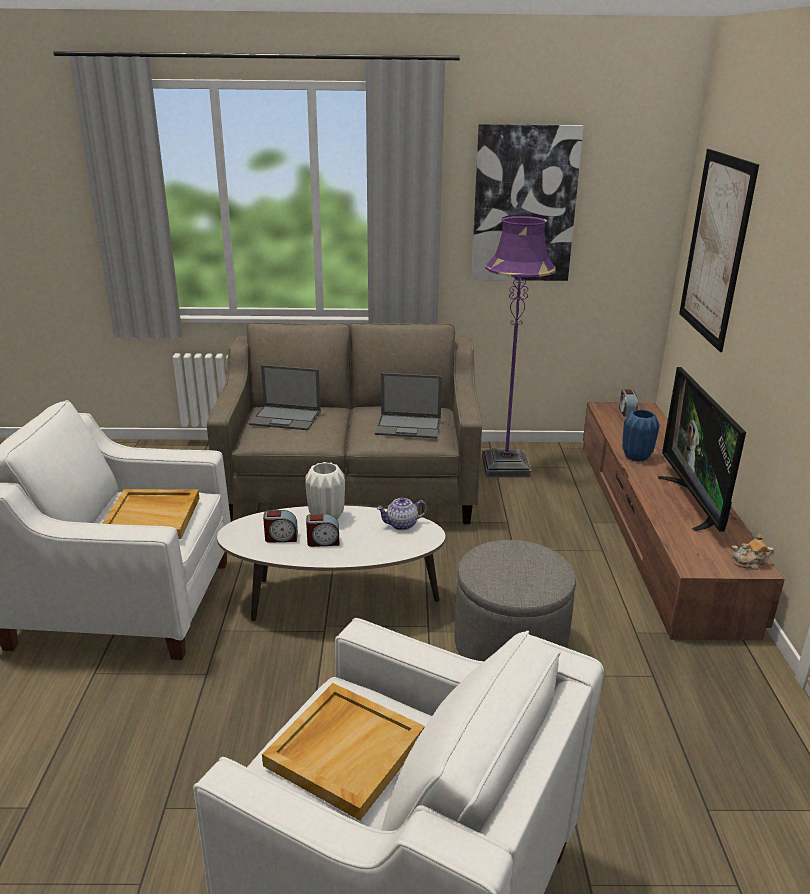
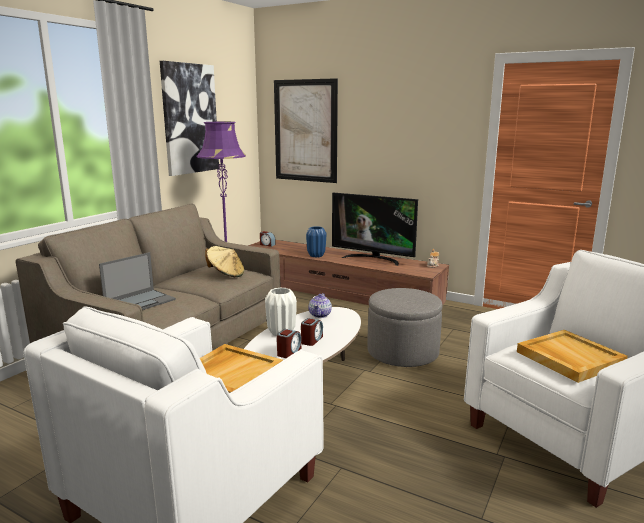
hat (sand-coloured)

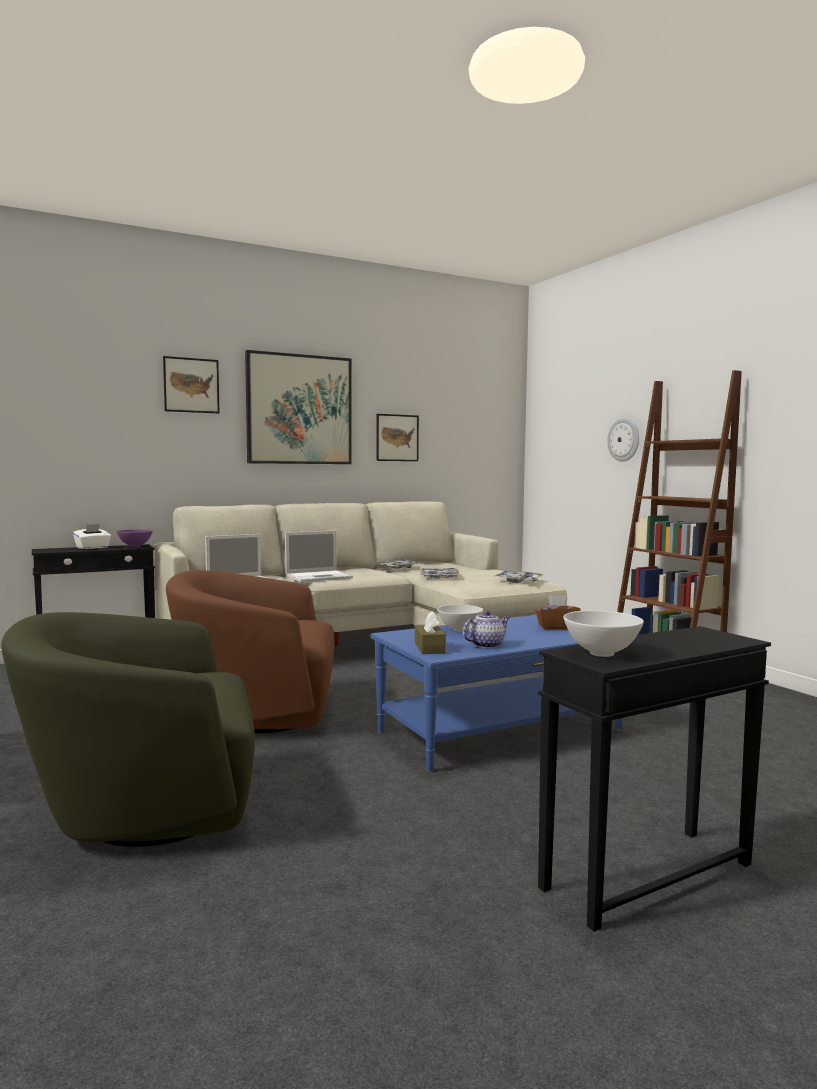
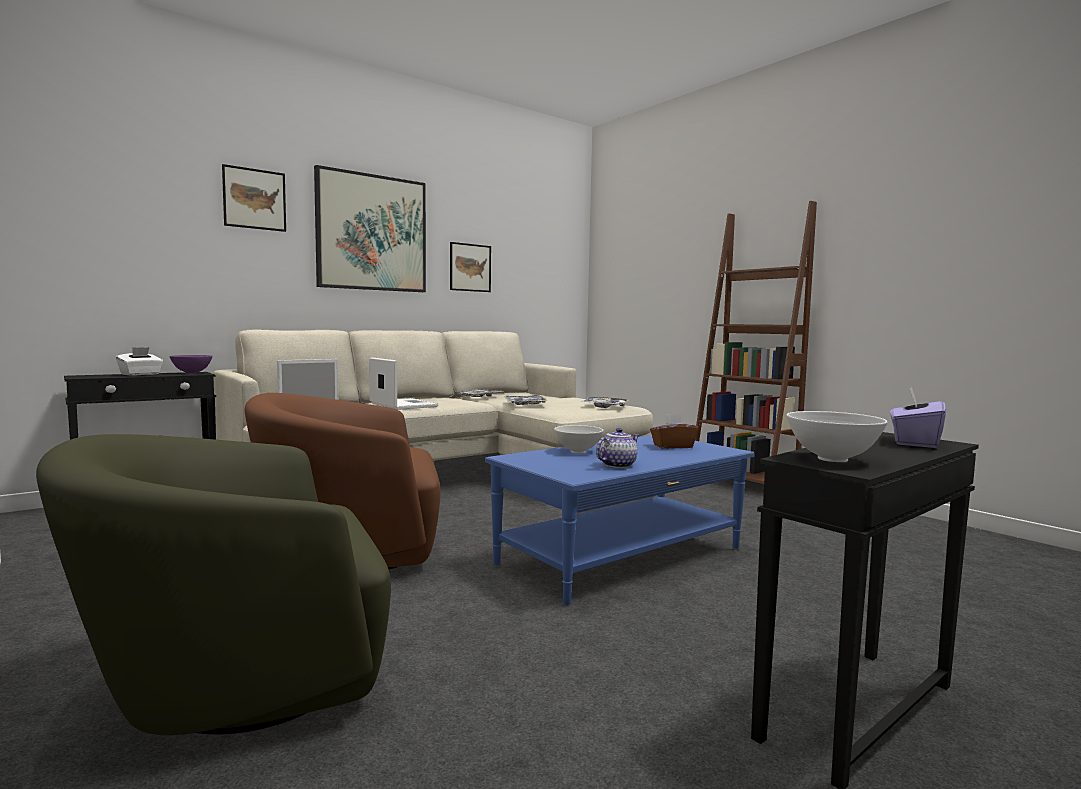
box of tissues (brownish) (no. 1 from left in the first image); clock on the wall; box of tissues (purplish); portable computer (no. 2 from left)

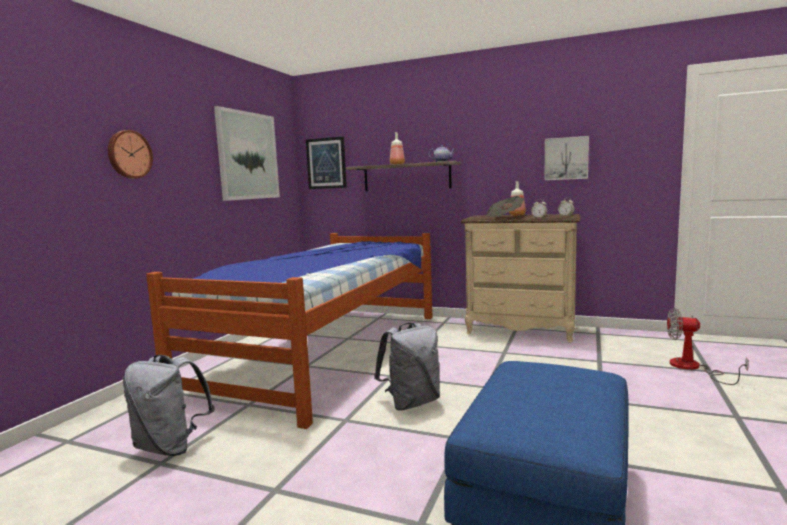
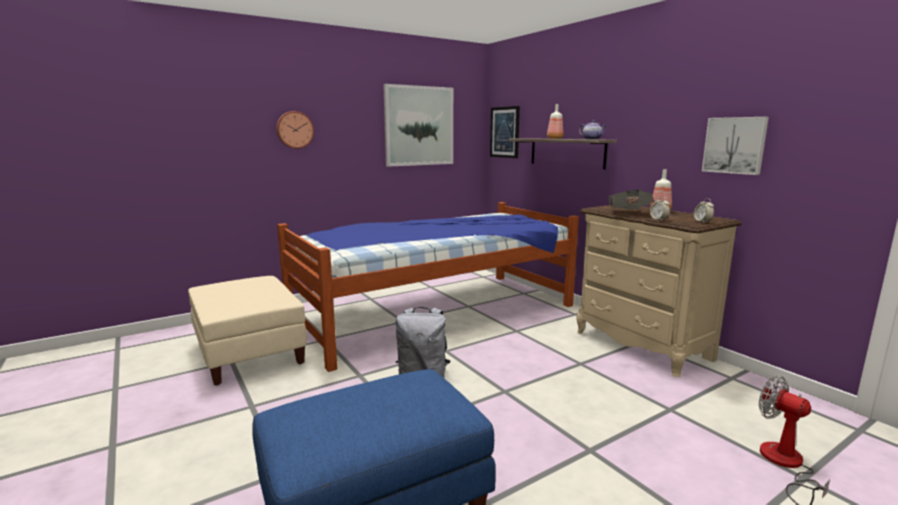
ottoman (sand-coloured)

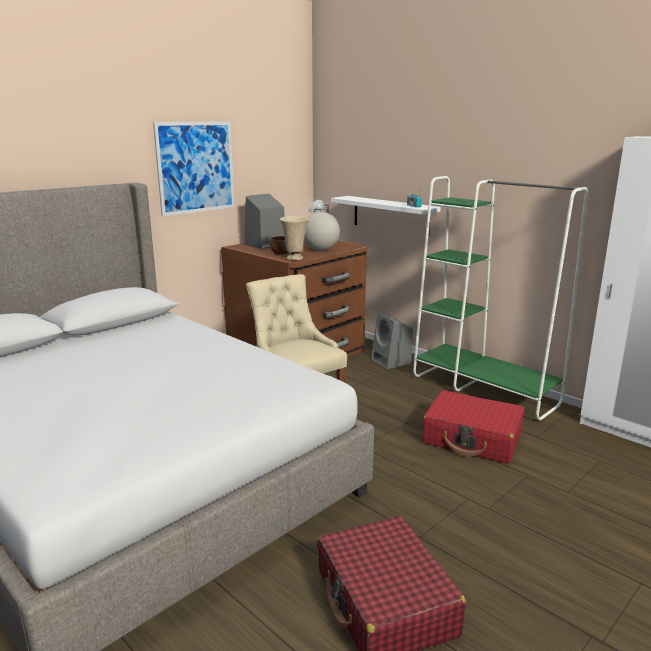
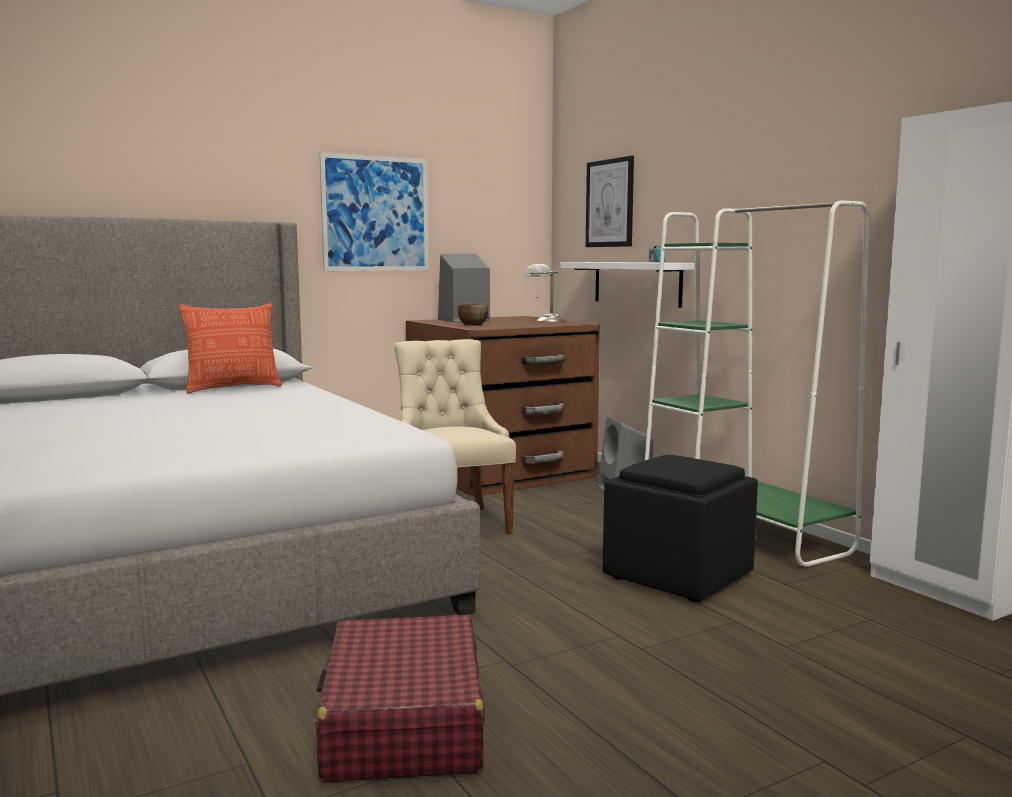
flower vase (sand-coloured); globe; cushion (orange-coloured); wall art (no. 2 from left); ottoman (black)

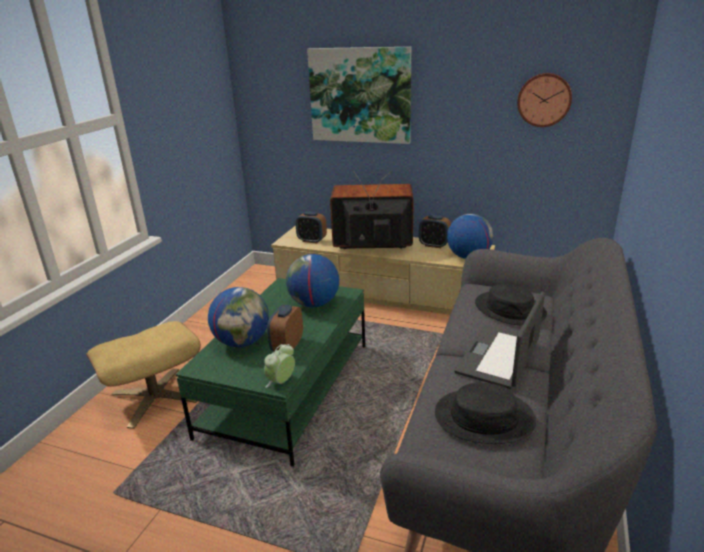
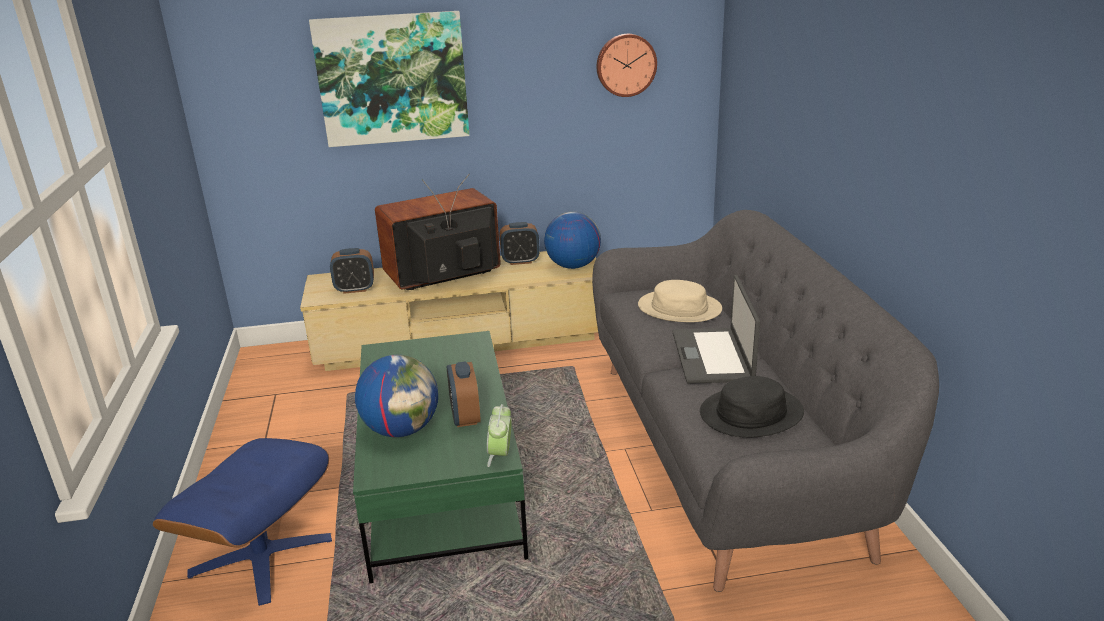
globe (no. 2 from left in the first image); ottoman (blue-coloured); hat (sand-coloured)

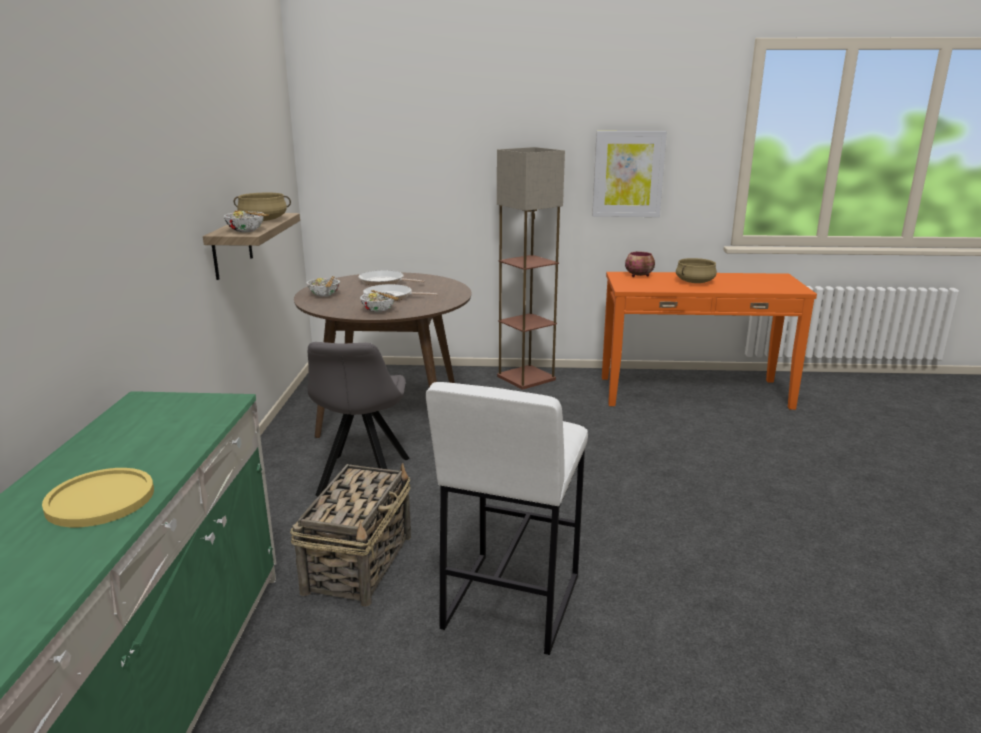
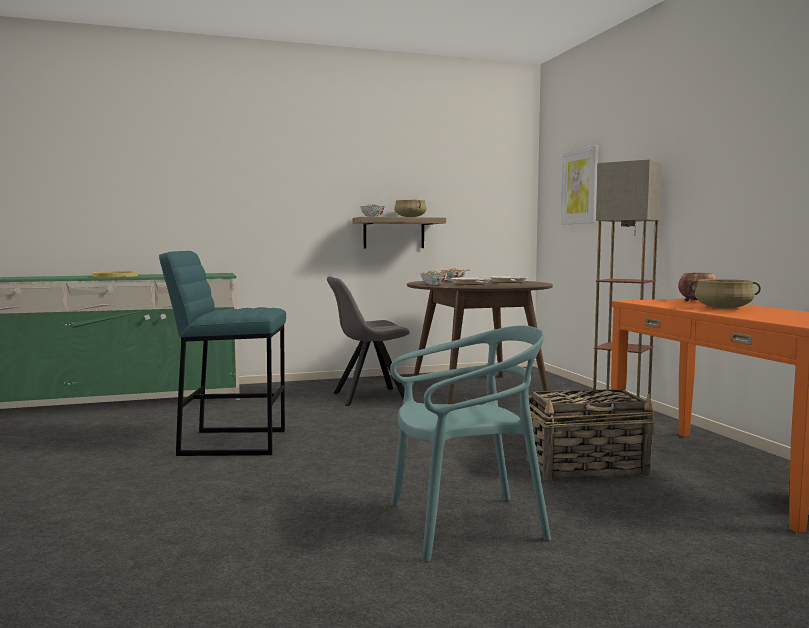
chair (blue-green); storage basket; wall art; stool seat (blue-green)

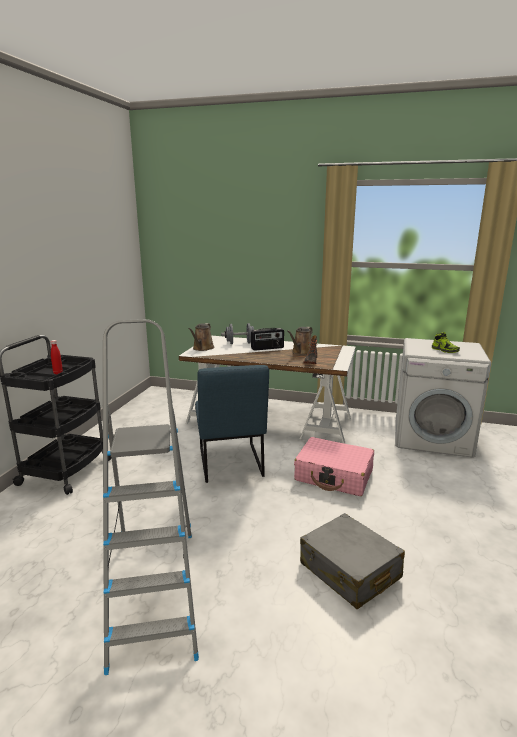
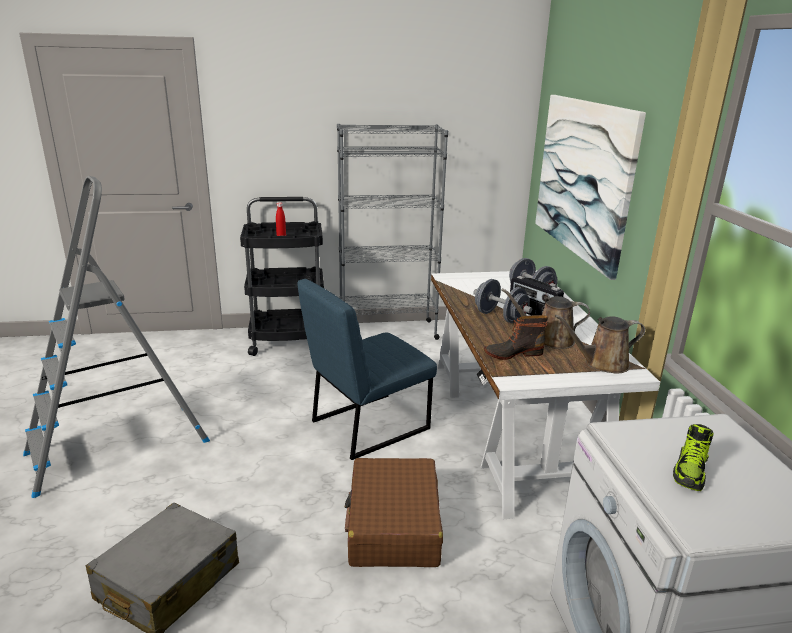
bookcase (grey); hand weight (grey) (no. 1 from left); wall art; watering can (brownish) (no. 2 from left); suitcase (brownish)

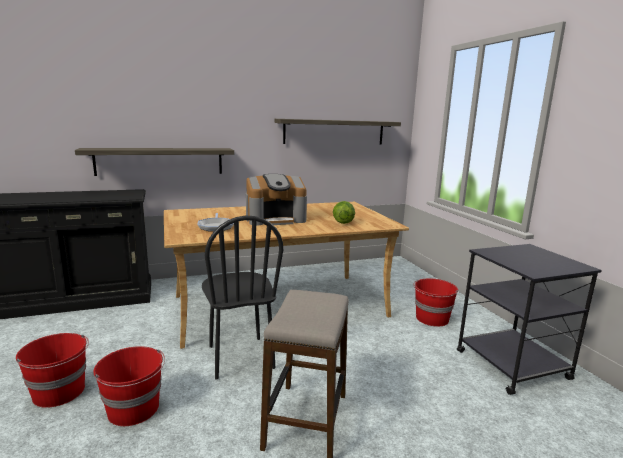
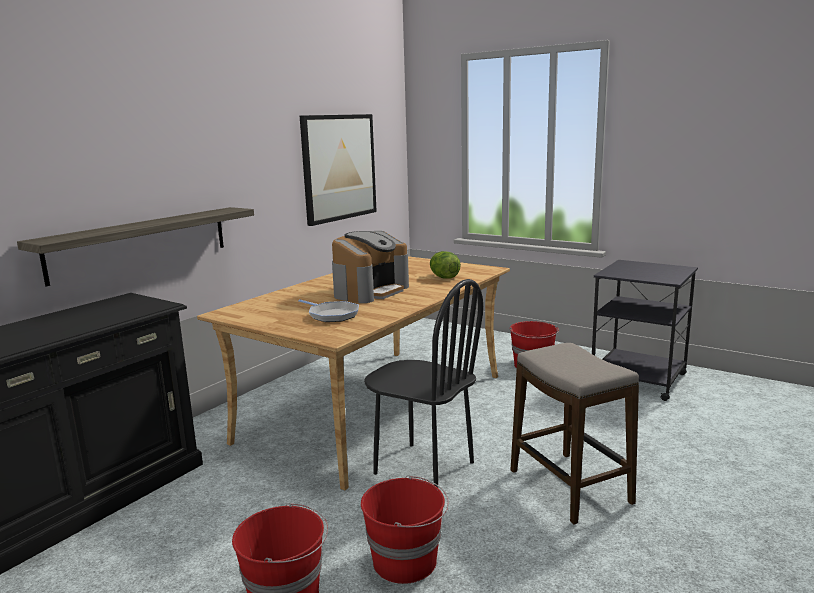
wall art

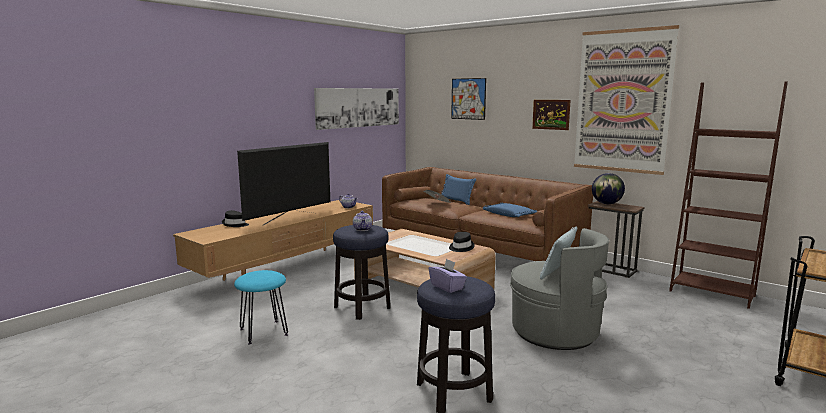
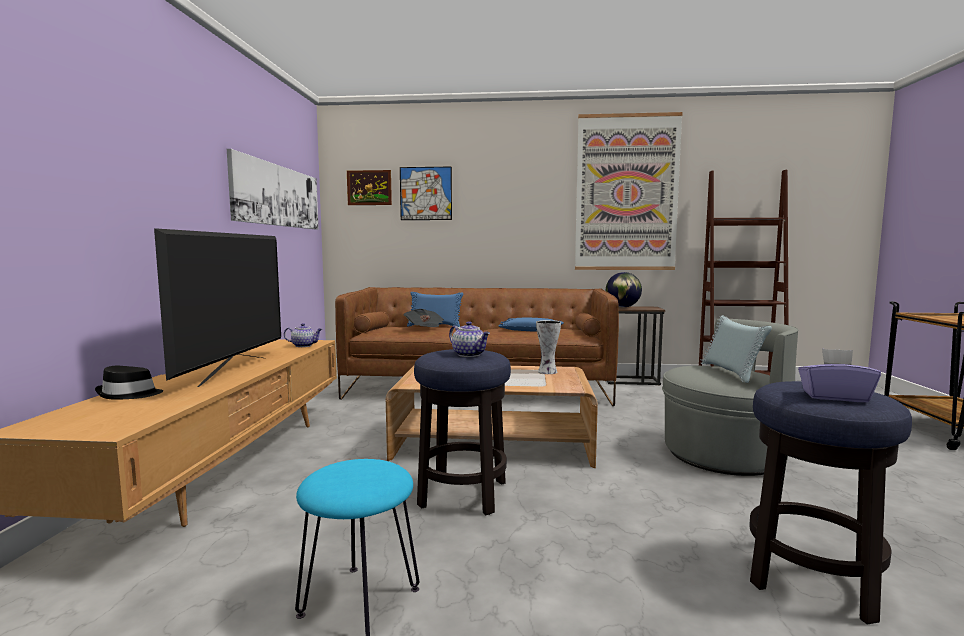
wall art (no. 2 from left); flower vase

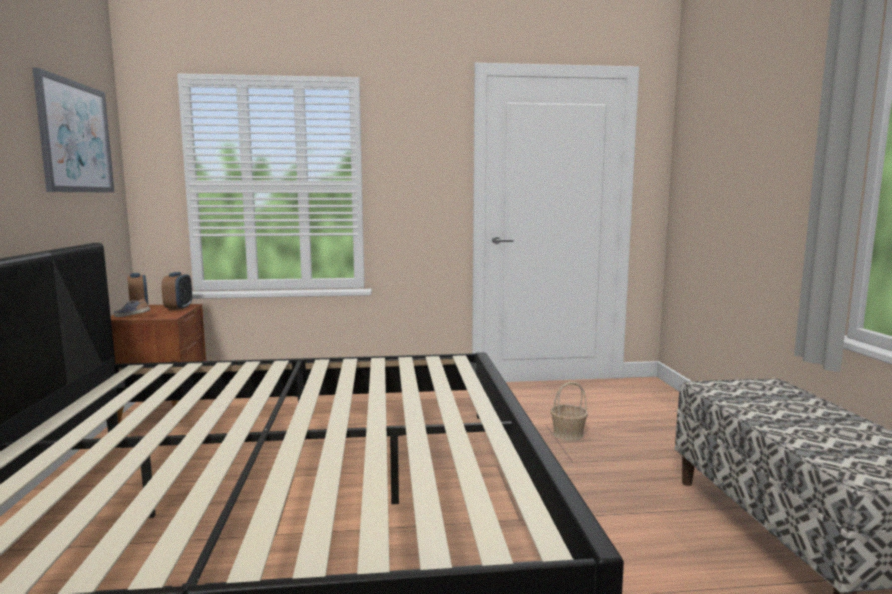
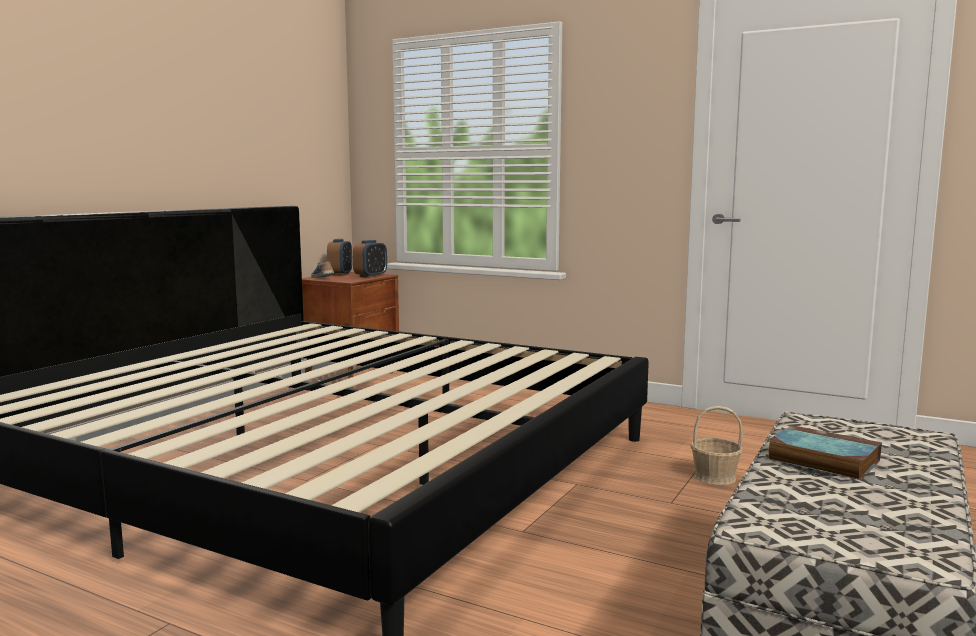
wall art; volume

